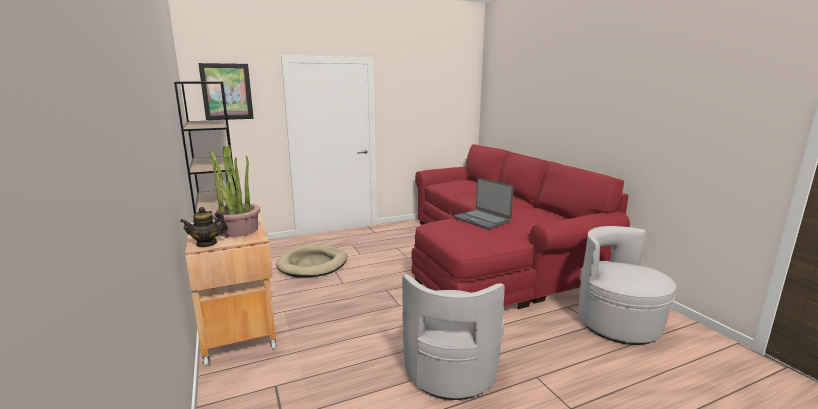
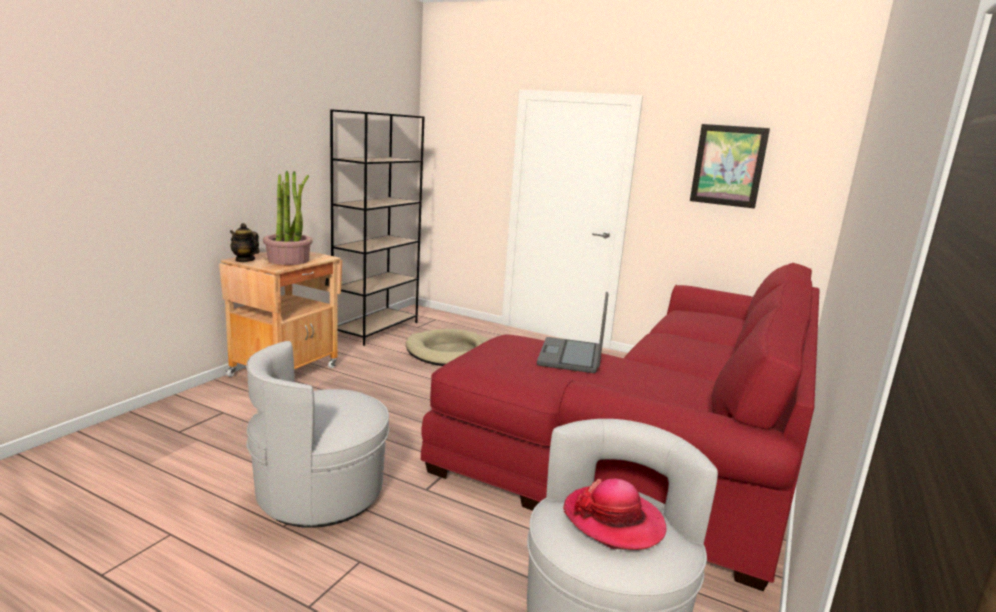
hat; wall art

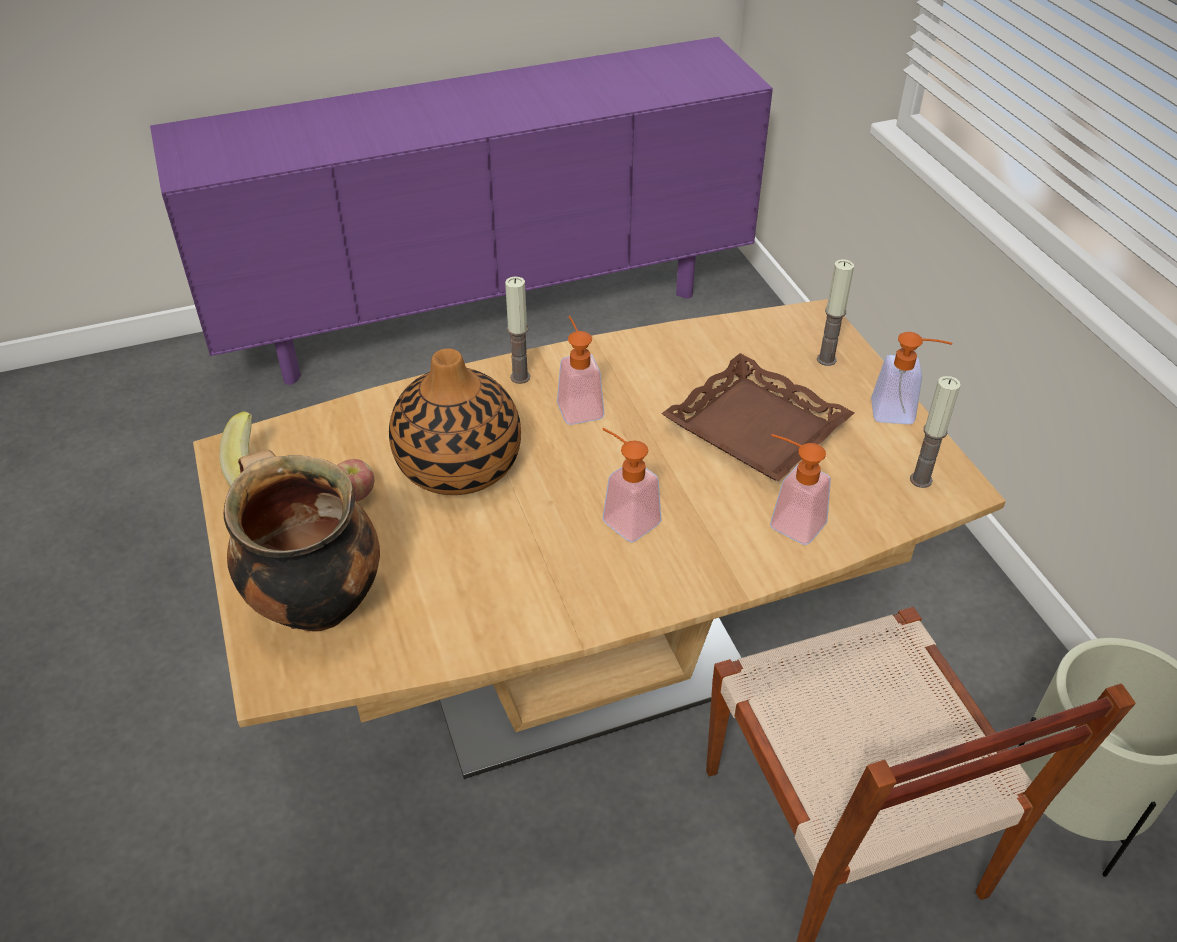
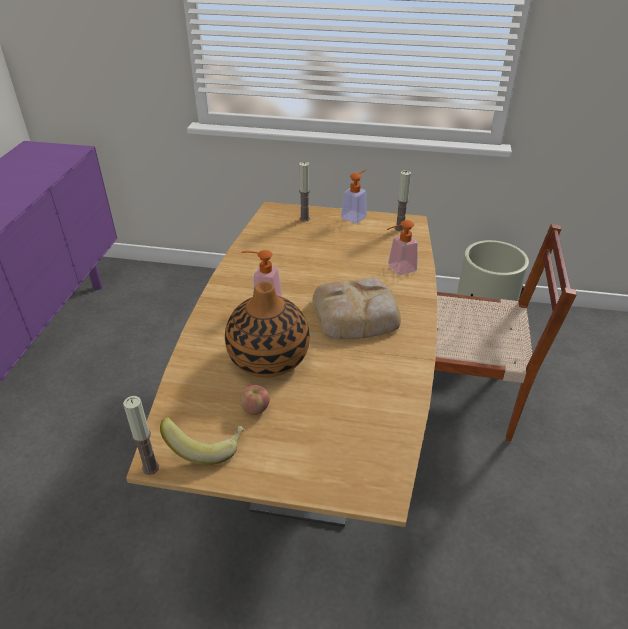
saucepot; carrying tray (brownish); wax candle (no. 1 from left); bread

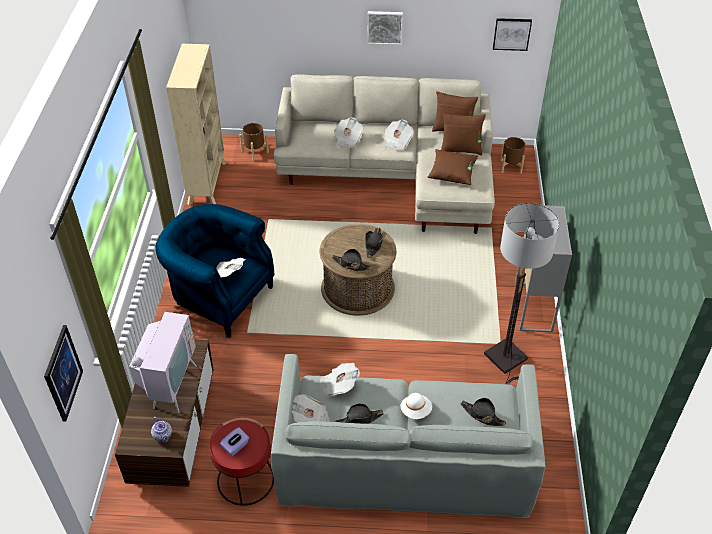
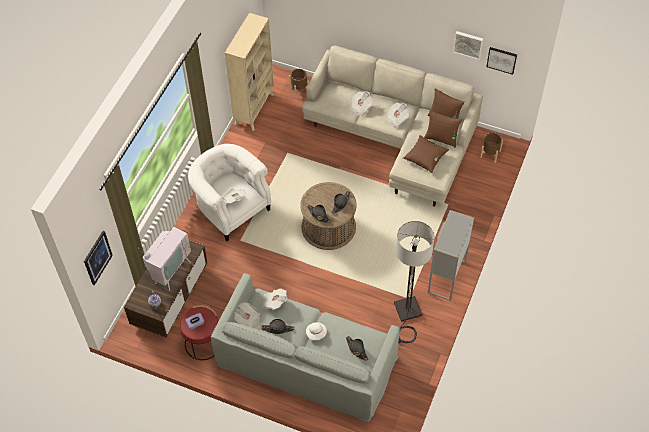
wall art (no. 2 from left); armchair (white-coloured)

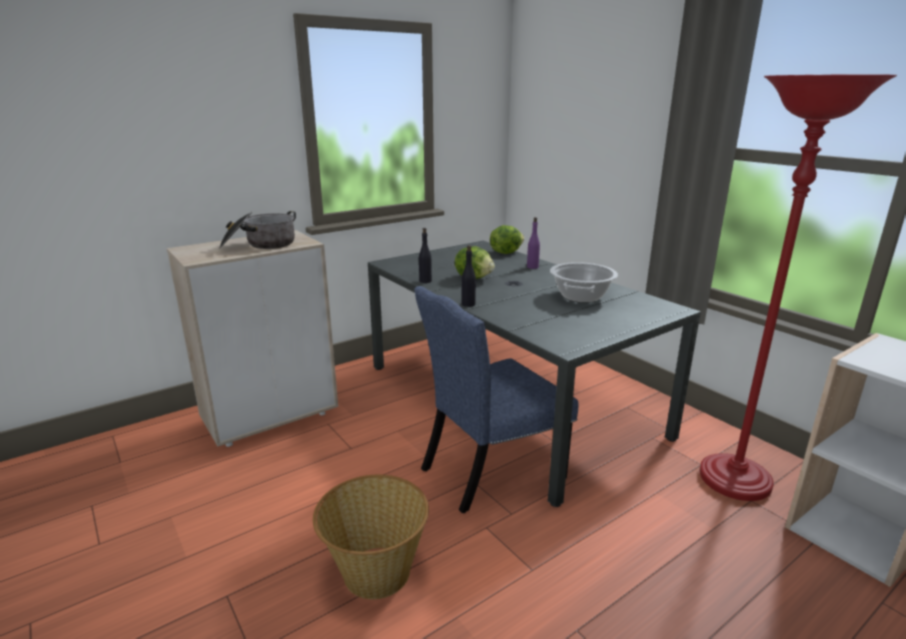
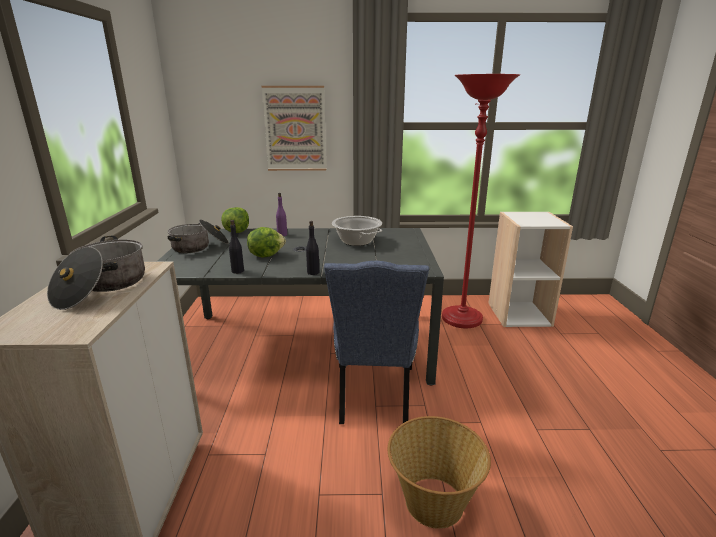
saucepot (no. 2 from left); wall art

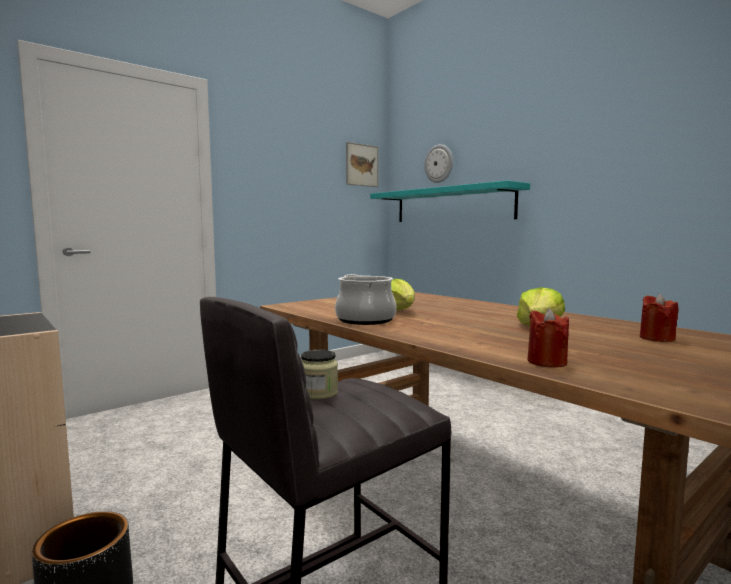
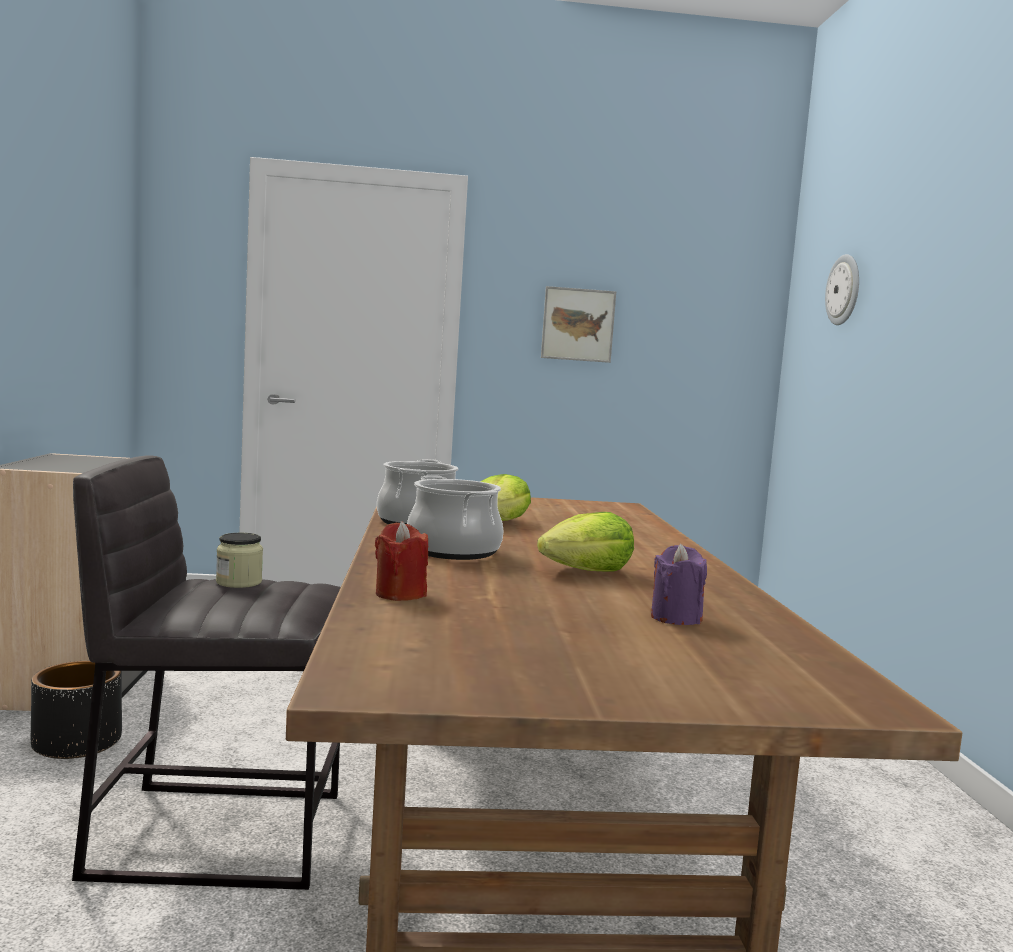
shelf (blue-green); saucepot (no. 2 from left); wall art; wax candle (purplish)

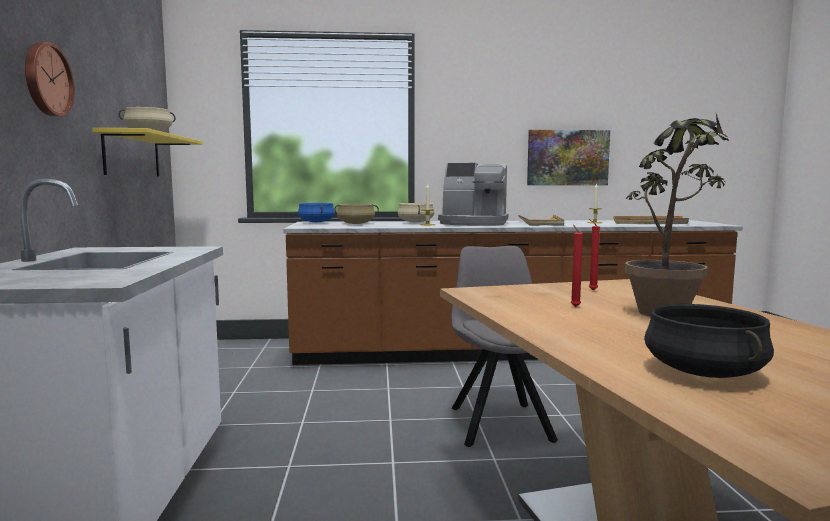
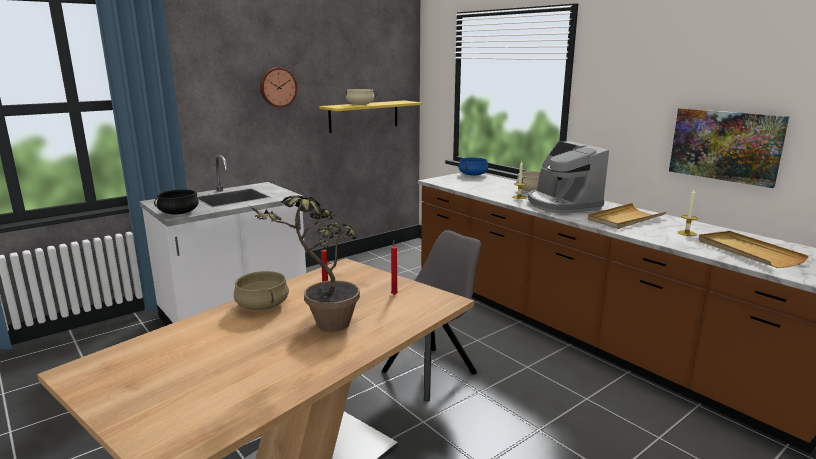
saucepot (sand-coloured) (no. 1 from left); saucepot (black)

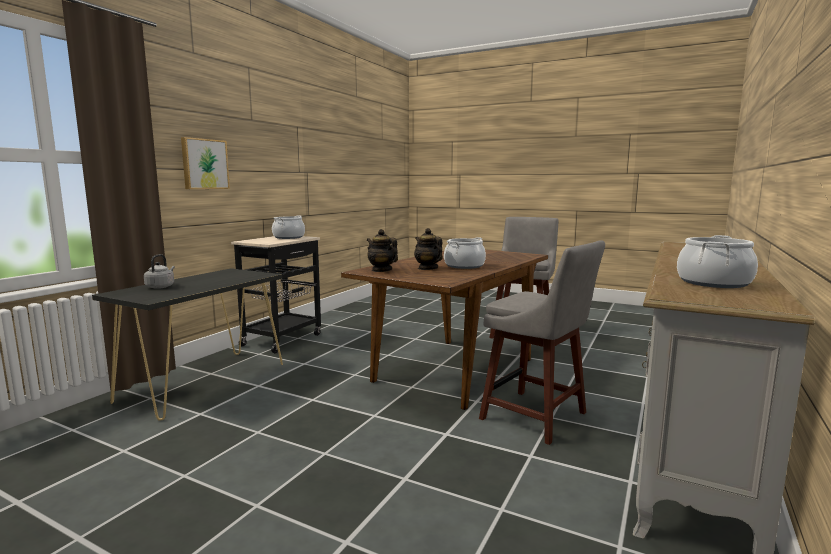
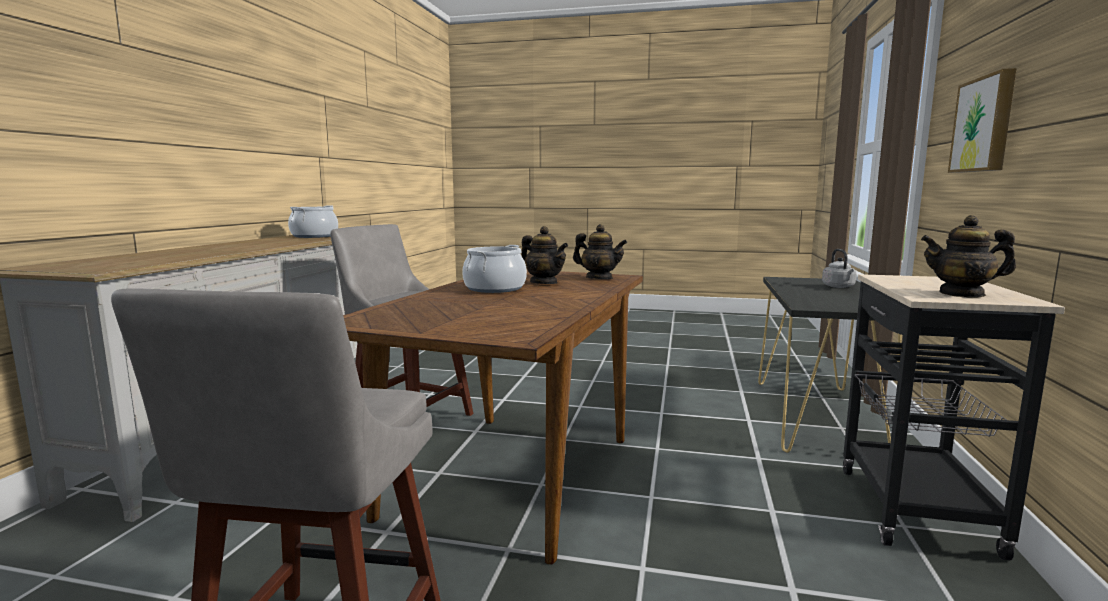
teapot (no. 3 from left)

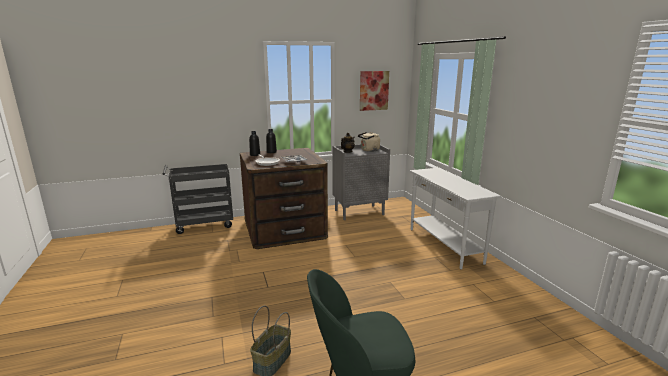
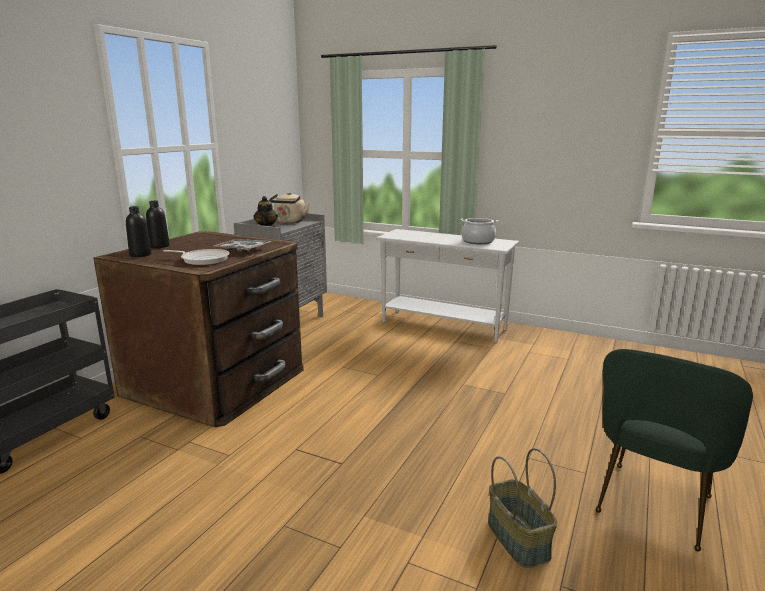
wall art; saucepot

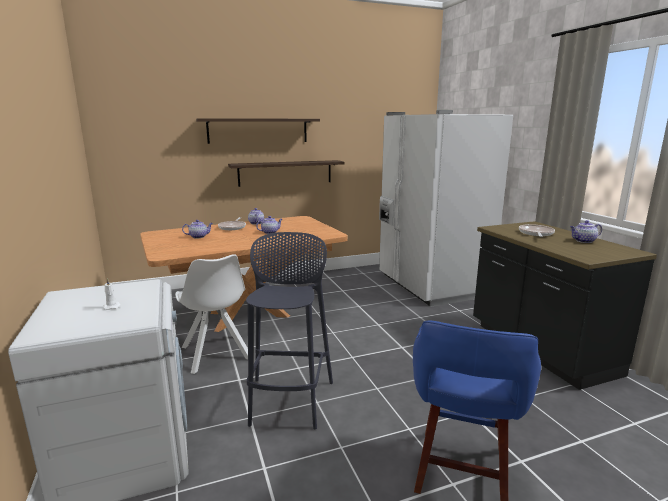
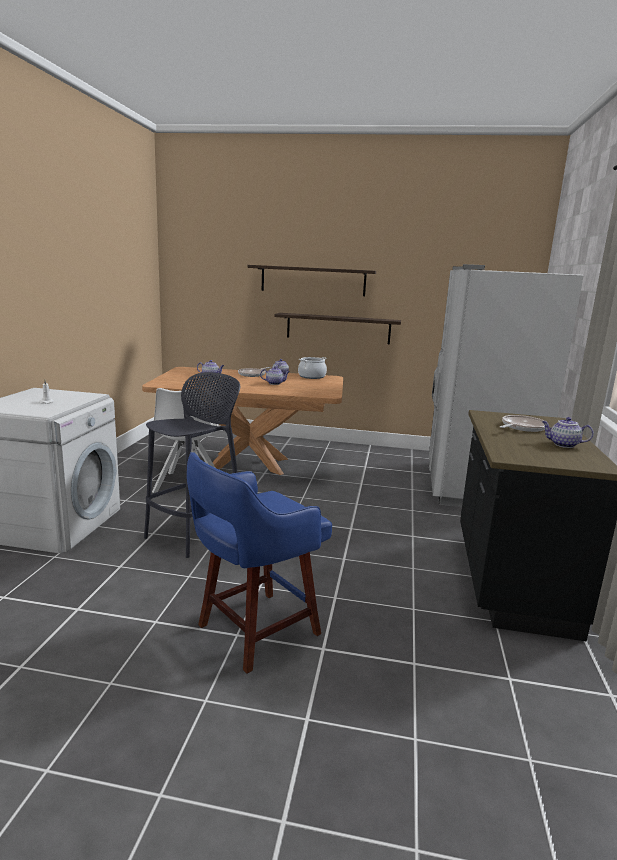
saucepot

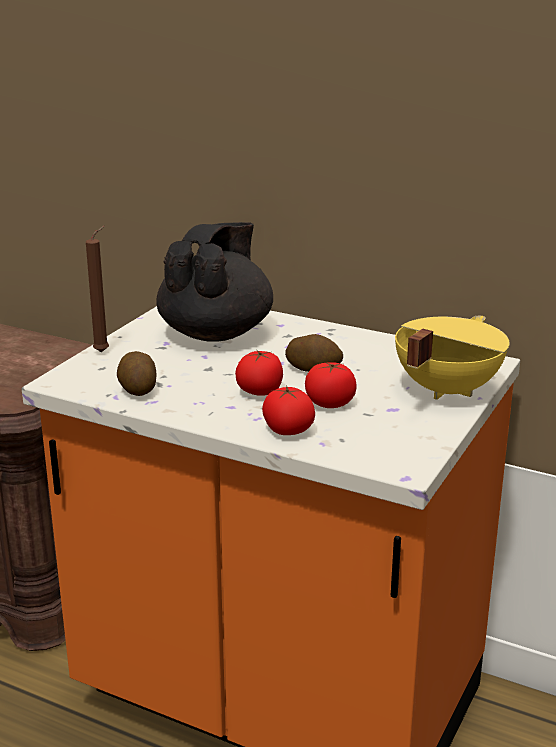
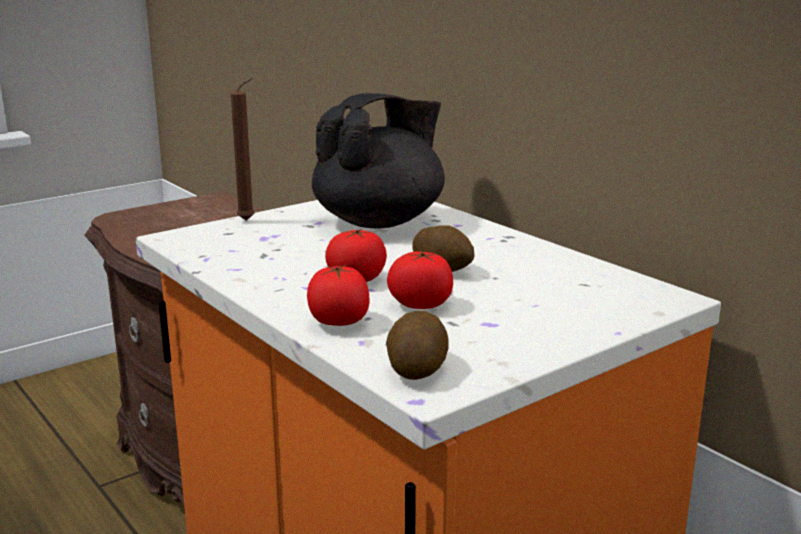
saucepot (yellowish); potato (no. 1 from left)

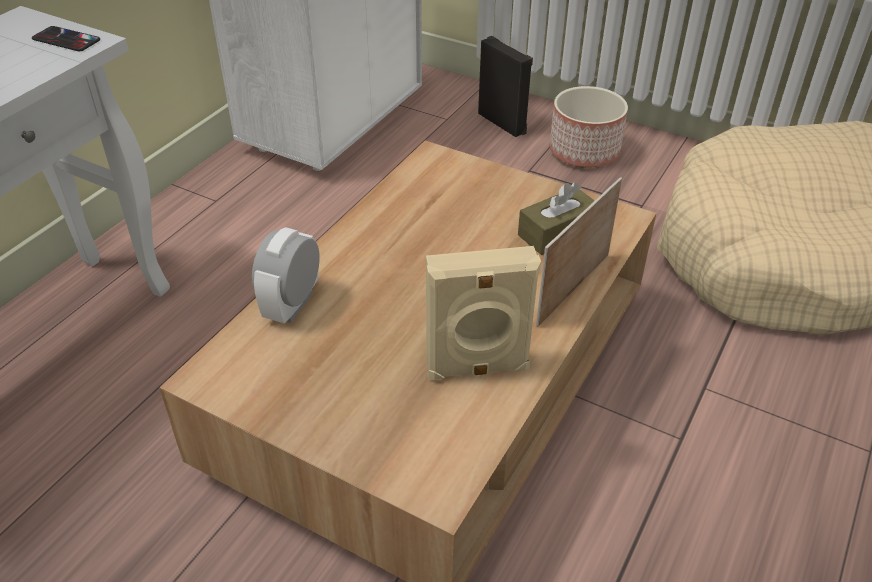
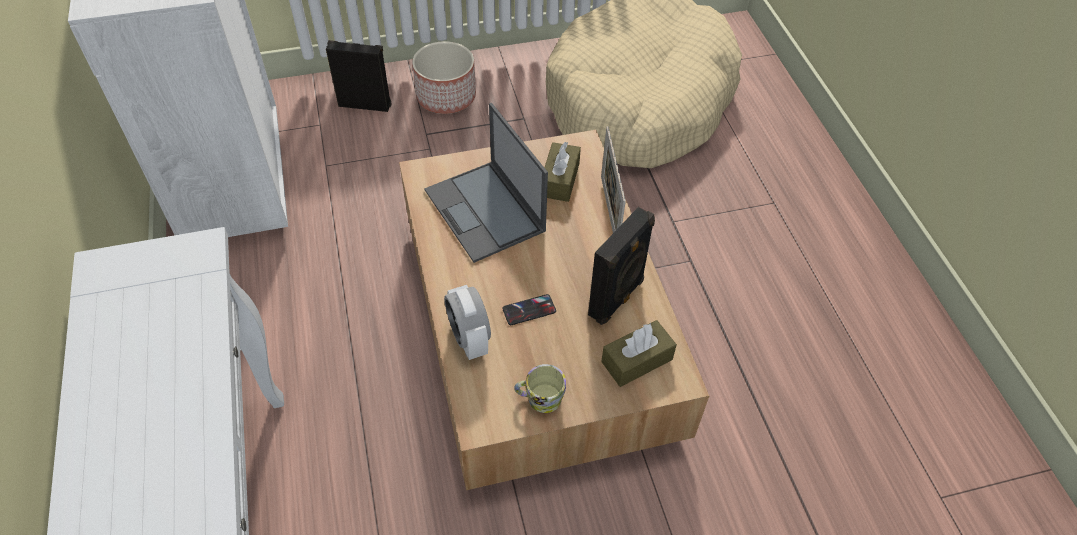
portable computer; mug; box of tissues (brownish) (no. 2 from left); phone; speaker (black) (no. 2 from left)

